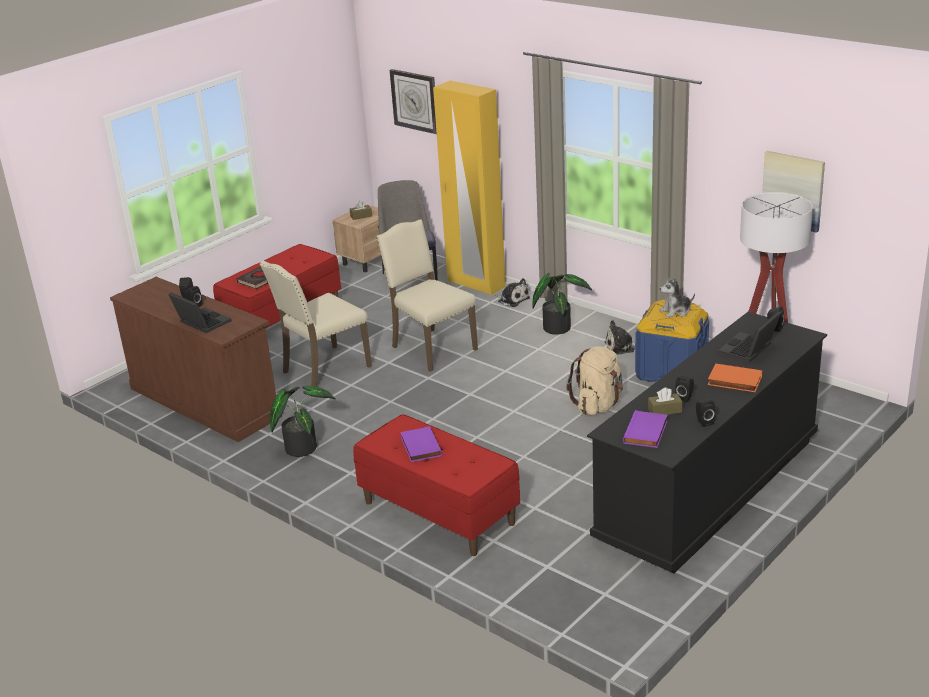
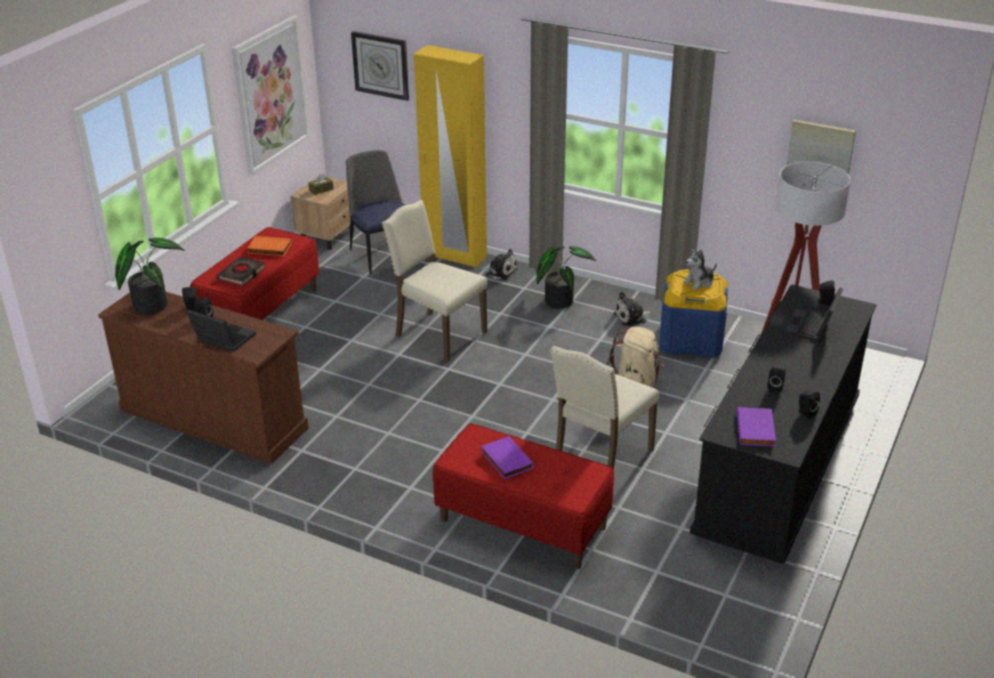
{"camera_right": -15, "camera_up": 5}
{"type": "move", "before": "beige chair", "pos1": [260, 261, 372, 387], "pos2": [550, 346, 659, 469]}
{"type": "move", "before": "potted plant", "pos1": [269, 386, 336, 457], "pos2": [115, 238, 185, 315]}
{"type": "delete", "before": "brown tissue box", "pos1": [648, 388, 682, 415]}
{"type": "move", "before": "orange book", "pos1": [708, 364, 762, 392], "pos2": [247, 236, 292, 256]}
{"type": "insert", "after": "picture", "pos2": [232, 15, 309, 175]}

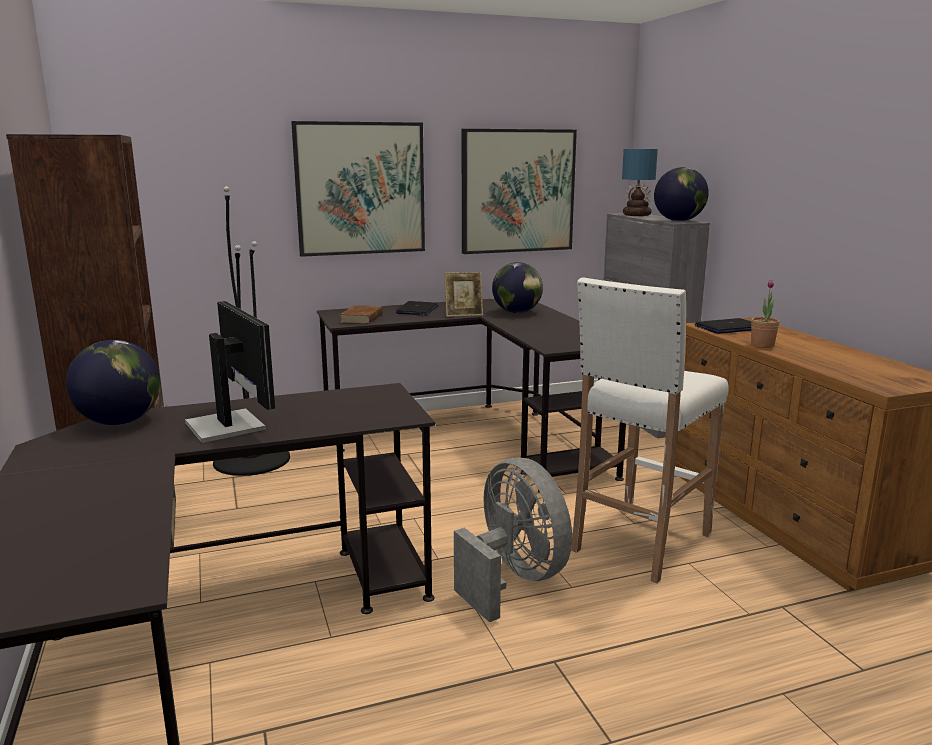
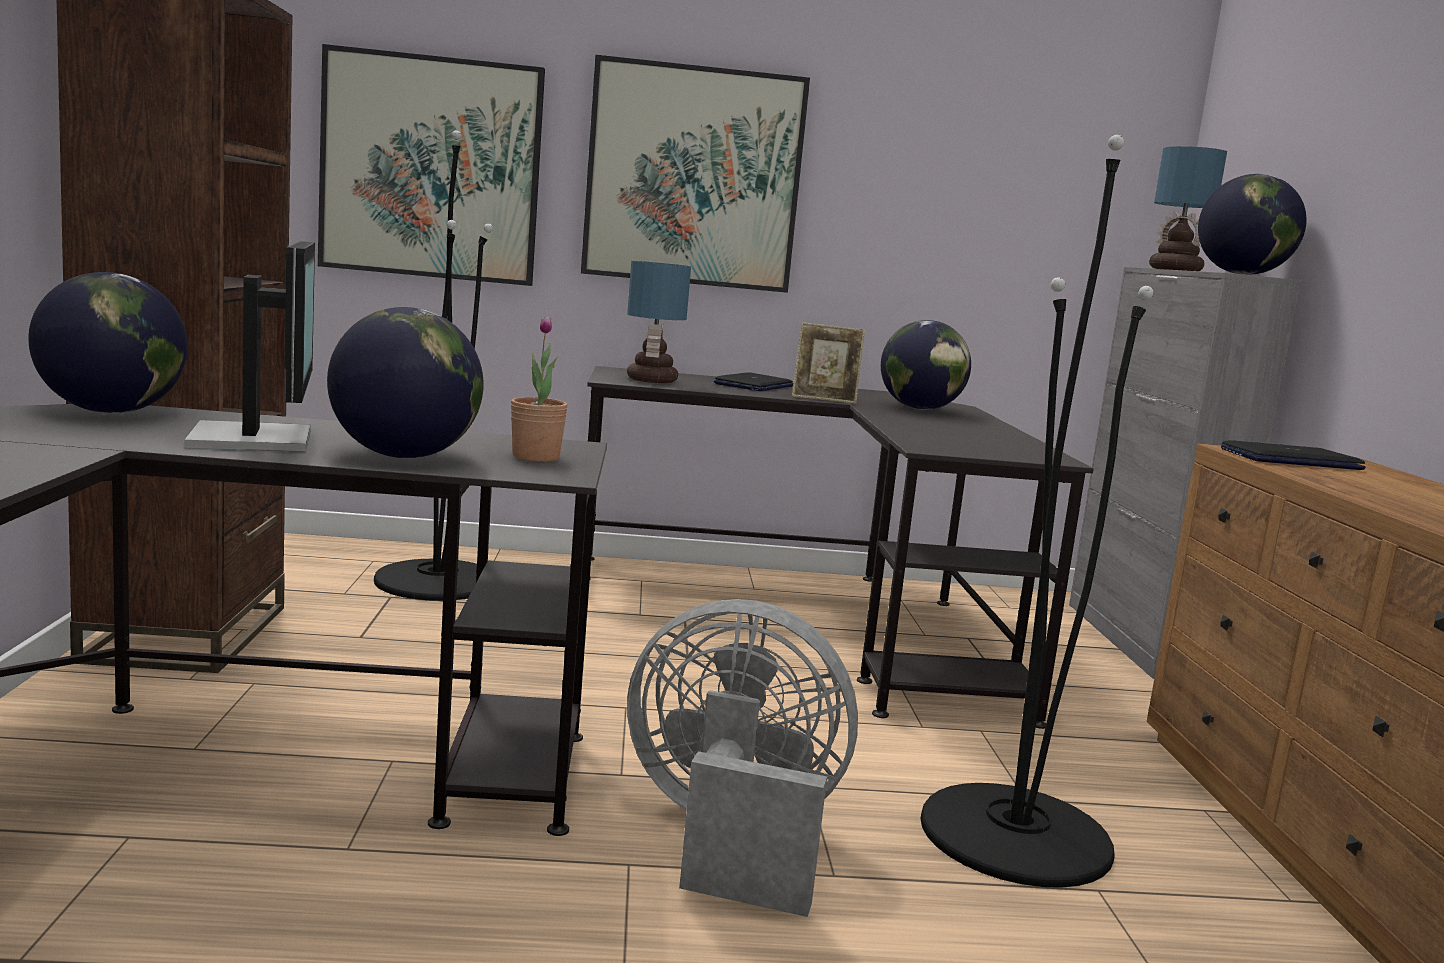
{"camera_right": 15, "camera_up": -5}
{"type": "replace", "before": "brown book", "after": "table lamp", "pos1": [339, 305, 383, 324], "pos2": [627, 261, 691, 383]}
{"type": "rotate", "before": "grey fan", "pos1": [454, 458, 572, 622], "pos2": [627, 599, 858, 917], "turn": -60}
{"type": "move", "before": "picture", "pos1": [462, 129, 577, 254], "pos2": [318, 44, 545, 286]}
{"type": "replace", "before": "white stool", "after": "black floor lamp", "pos1": [571, 277, 728, 583], "pos2": [921, 135, 1153, 888]}
{"type": "move", "before": "potted plant", "pos1": [751, 280, 780, 348], "pos2": [511, 316, 568, 462]}
{"type": "insert", "after": "globe", "pos2": [327, 307, 484, 458]}

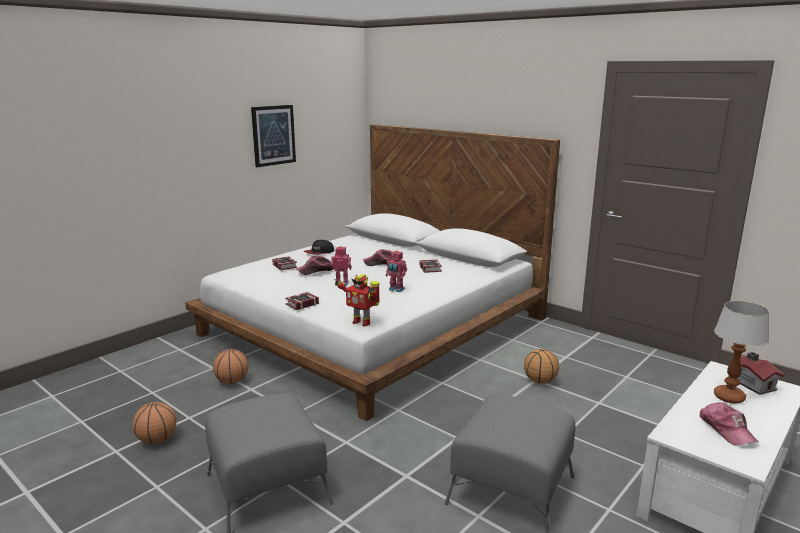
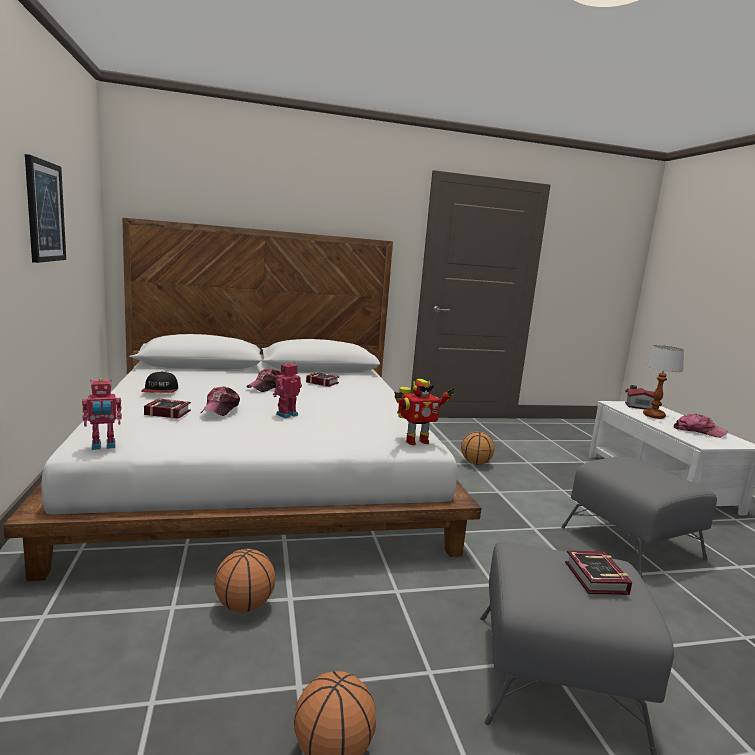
{"camera_right": -55, "camera_up": -5}
{"type": "move", "before": "book", "pos1": [285, 292, 319, 310], "pos2": [565, 551, 632, 595]}
{"type": "move", "before": "toy robot", "pos1": [385, 250, 407, 292], "pos2": [82, 378, 122, 450]}

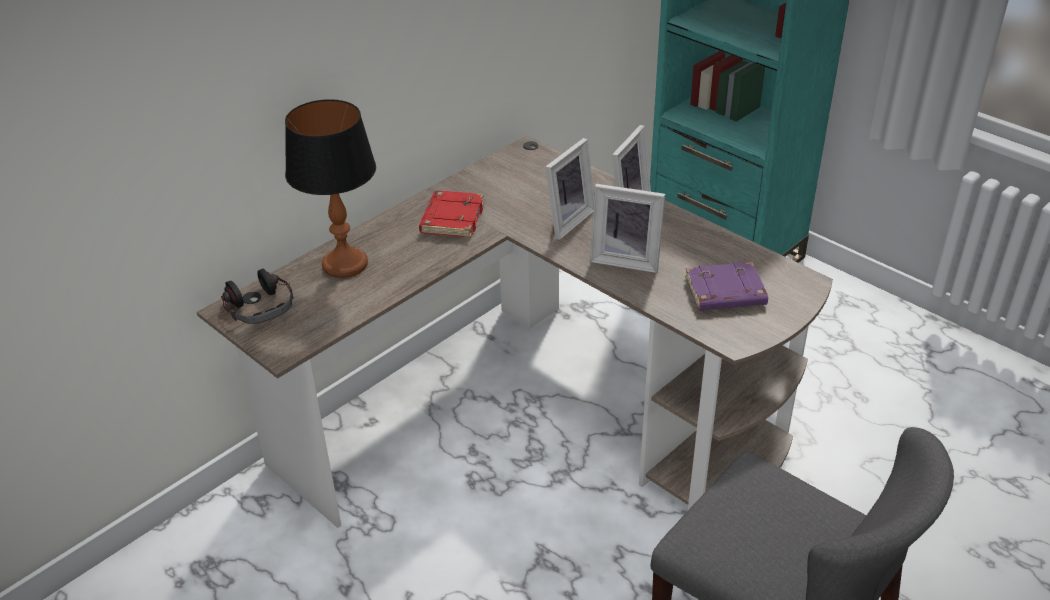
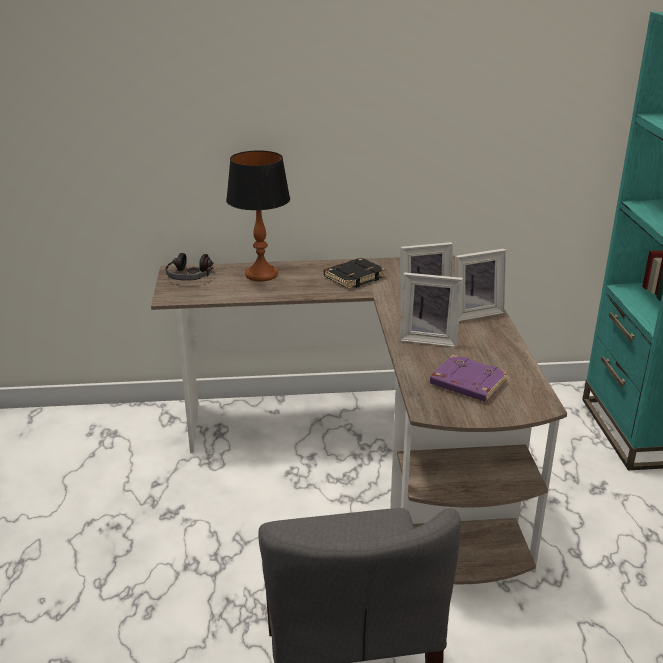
{"camera_right": 40, "camera_up": -10}
{"type": "recolor", "before": "red book", "after": "black book", "pos1": [419, 191, 484, 238], "pos2": [324, 258, 386, 289]}
{"type": "rotate", "before": "picture frame", "pos1": [590, 184, 665, 273], "pos2": [399, 272, 463, 347], "turn": -45}

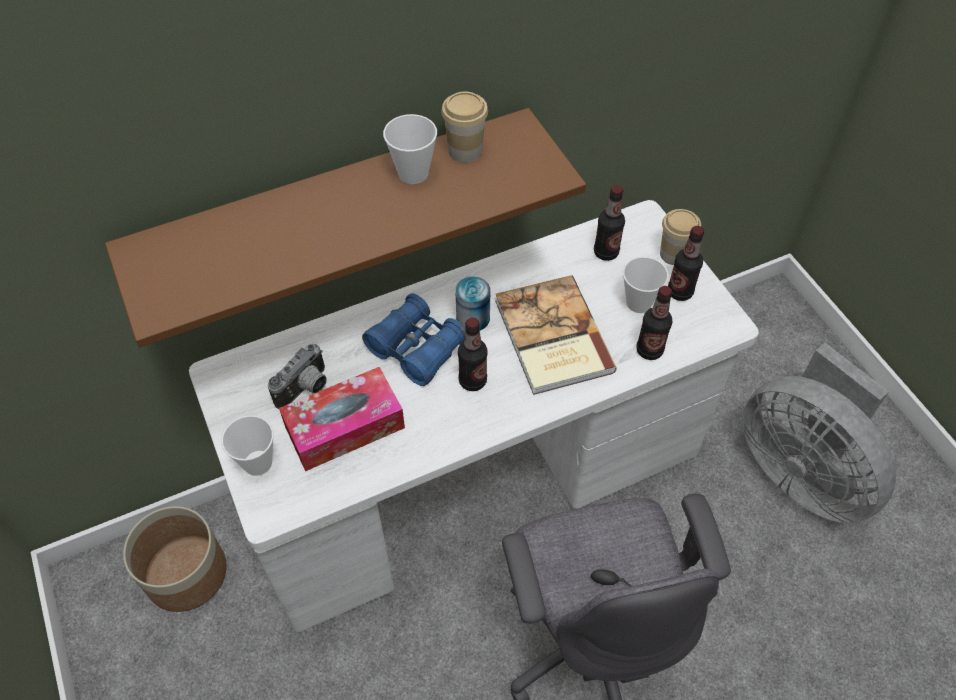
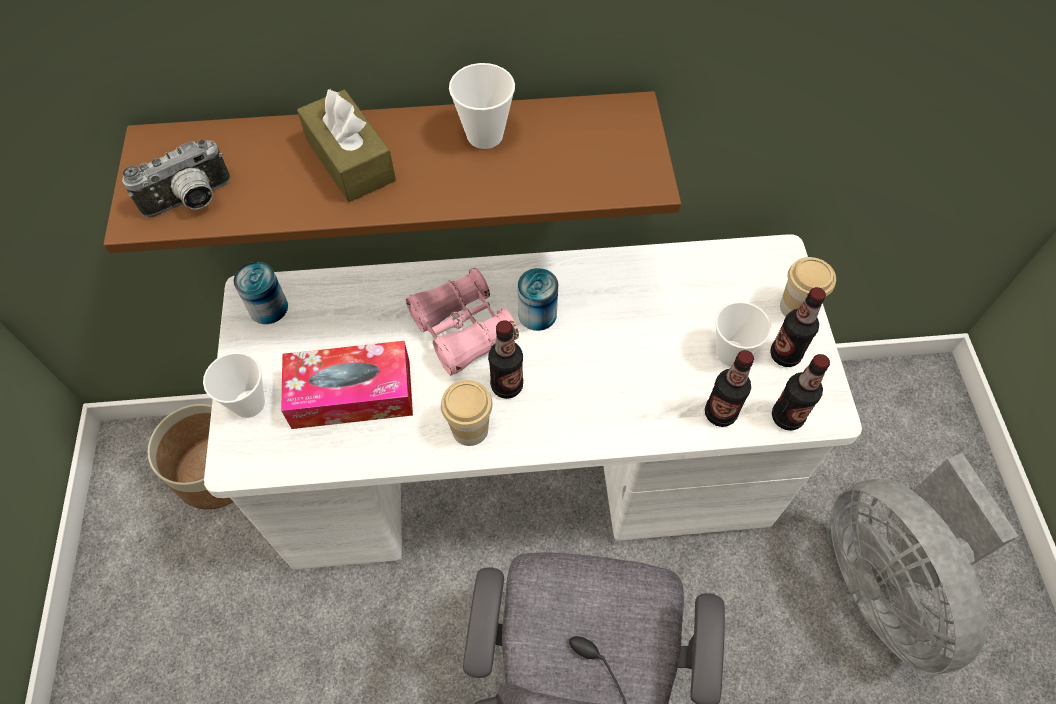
{"camera_right": 20, "camera_up": 5}
{"type": "move", "before": "photo camera", "pos1": [268, 344, 327, 409], "pos2": [122, 139, 230, 218]}
{"type": "recolor", "before": "blue binoculars", "after": "pink binoculars", "pos1": [362, 293, 466, 386], "pos2": [406, 268, 519, 375]}
{"type": "move", "before": "cup", "pos1": [441, 92, 488, 163], "pos2": [441, 380, 493, 446]}
{"type": "delete", "before": "book", "pos1": [495, 275, 617, 395]}
{"type": "move", "before": "bottle", "pos1": [594, 185, 625, 261], "pos2": [772, 354, 830, 431]}
{"type": "insert", "after": "can", "pos2": [233, 262, 288, 324]}
{"type": "insert", "after": "brown tissue box", "pos2": [297, 88, 396, 202]}

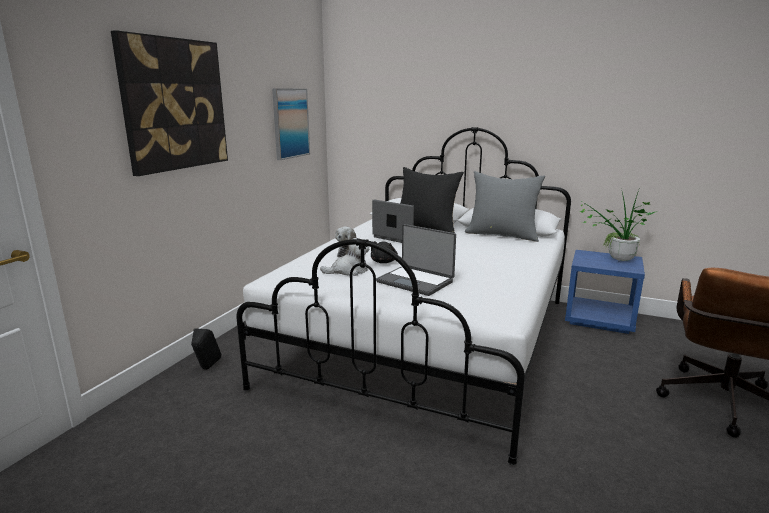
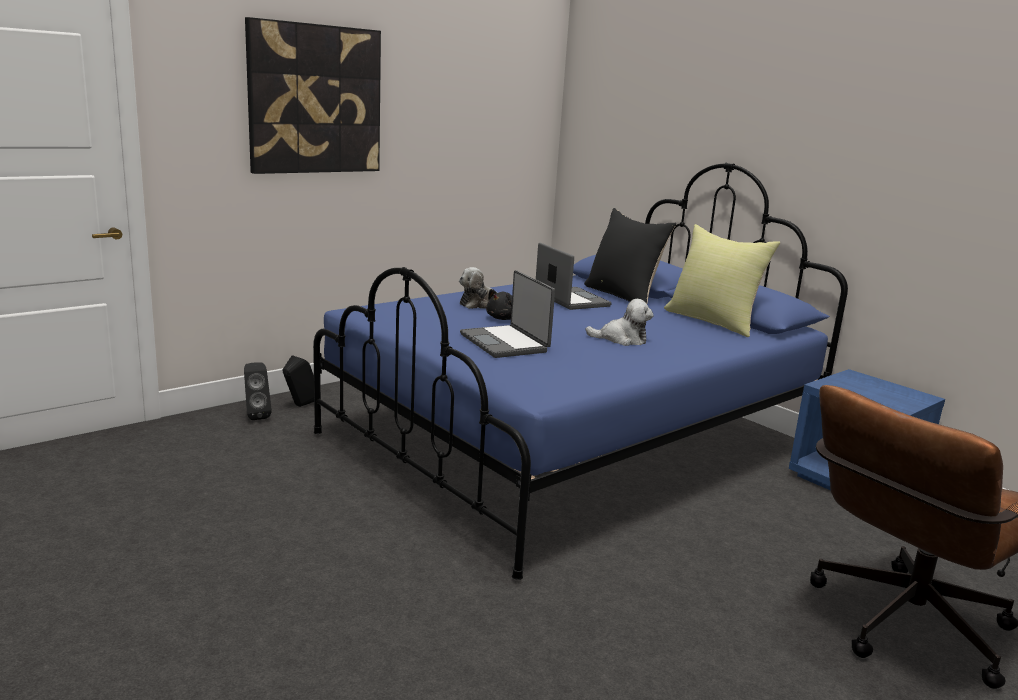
{"camera_right": 25, "camera_up": 0}
{"type": "recolor", "before": "white bed", "after": "blue bed", "pos1": [236, 127, 571, 465], "pos2": [313, 163, 848, 580]}
{"type": "delete", "before": "picture", "pos1": [272, 88, 310, 160]}
{"type": "move", "before": "plush toy", "pos1": [320, 238, 370, 276], "pos2": [585, 299, 654, 346]}
{"type": "recolor", "before": "grey pillow", "after": "yellow pillow", "pos1": [465, 171, 545, 242], "pos2": [664, 224, 780, 337]}
{"type": "delete", "before": "potted plant", "pos1": [579, 190, 657, 261]}
{"type": "insert", "after": "black speaker", "pos2": [244, 362, 272, 420]}

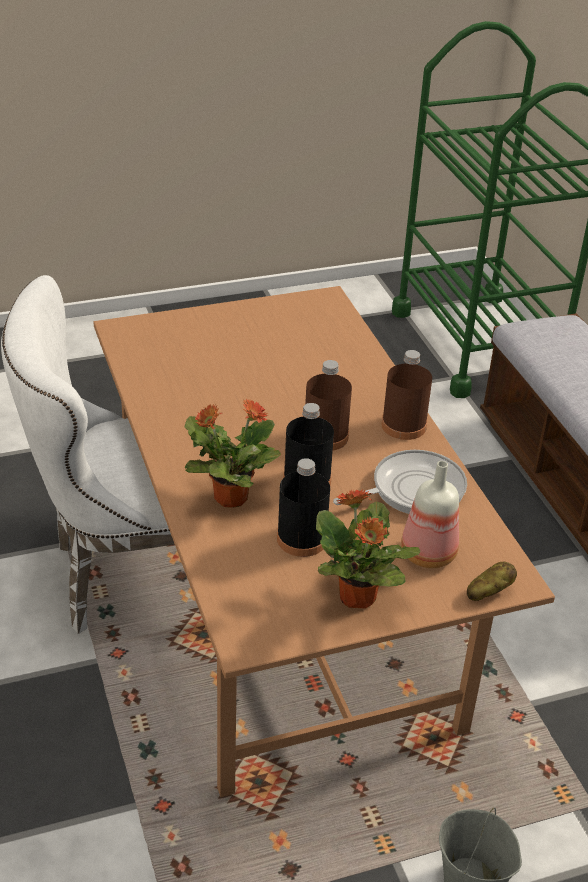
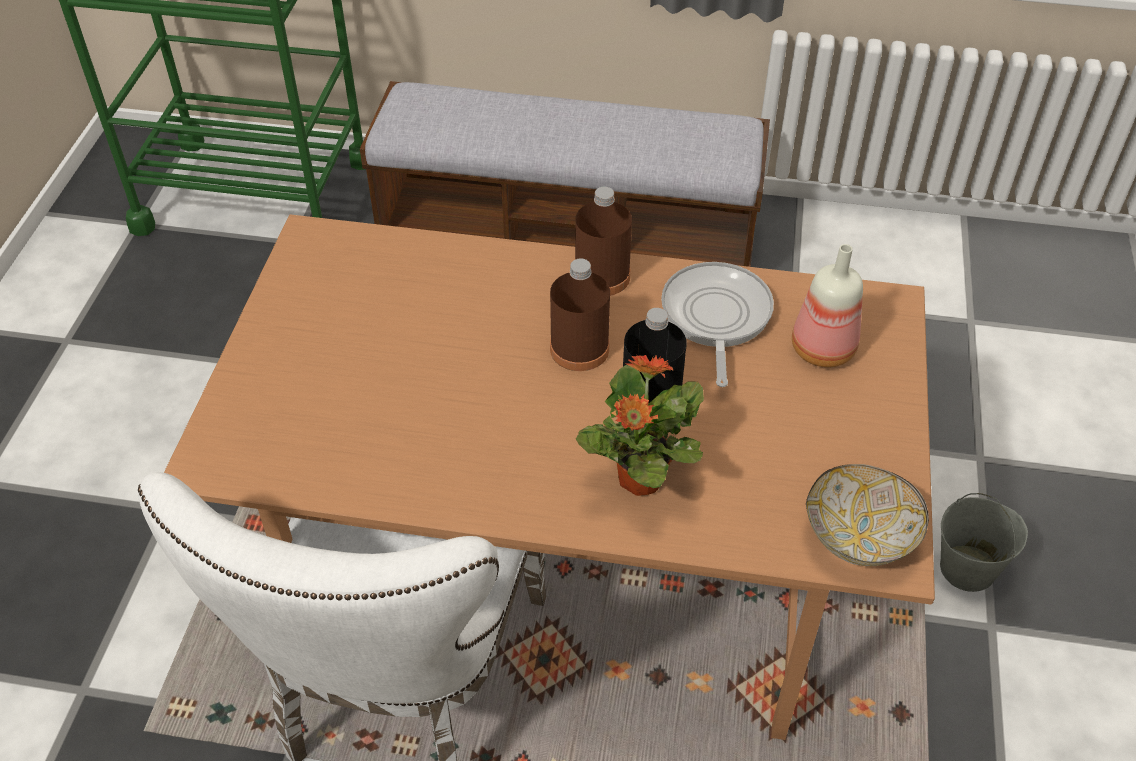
{"camera_right": -60, "camera_up": 10}
{"type": "delete", "before": "black bottle", "pos1": [277, 458, 330, 557]}
{"type": "delete", "before": "potted plant", "pos1": [316, 489, 420, 609]}
{"type": "delete", "before": "potato", "pos1": [467, 562, 517, 601]}
{"type": "insert", "after": "bowl", "pos2": [806, 464, 929, 566]}

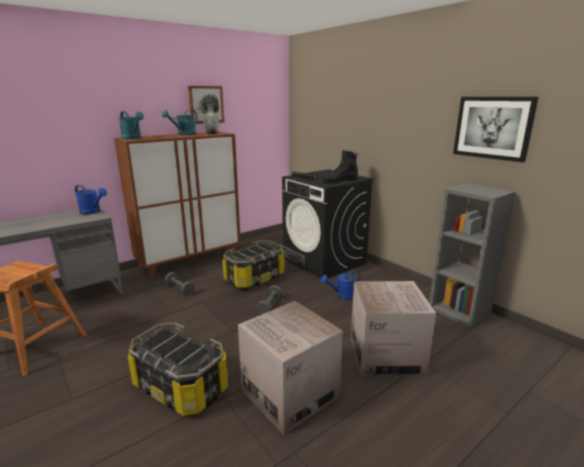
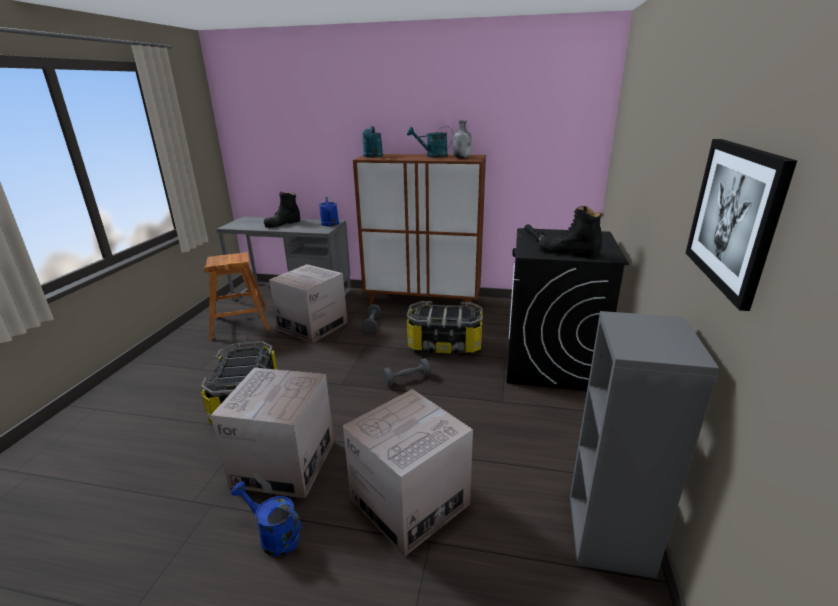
{"camera_right": 50, "camera_up": 5}
{"type": "delete", "before": "picture", "pos1": [188, 86, 224, 124]}
{"type": "move", "before": "blue watering can", "pos1": [321, 270, 361, 300], "pos2": [231, 481, 301, 557]}
{"type": "insert", "after": "black boot", "pos2": [264, 191, 300, 228]}
{"type": "insert", "after": "cardboard box", "pos2": [269, 264, 347, 343]}

